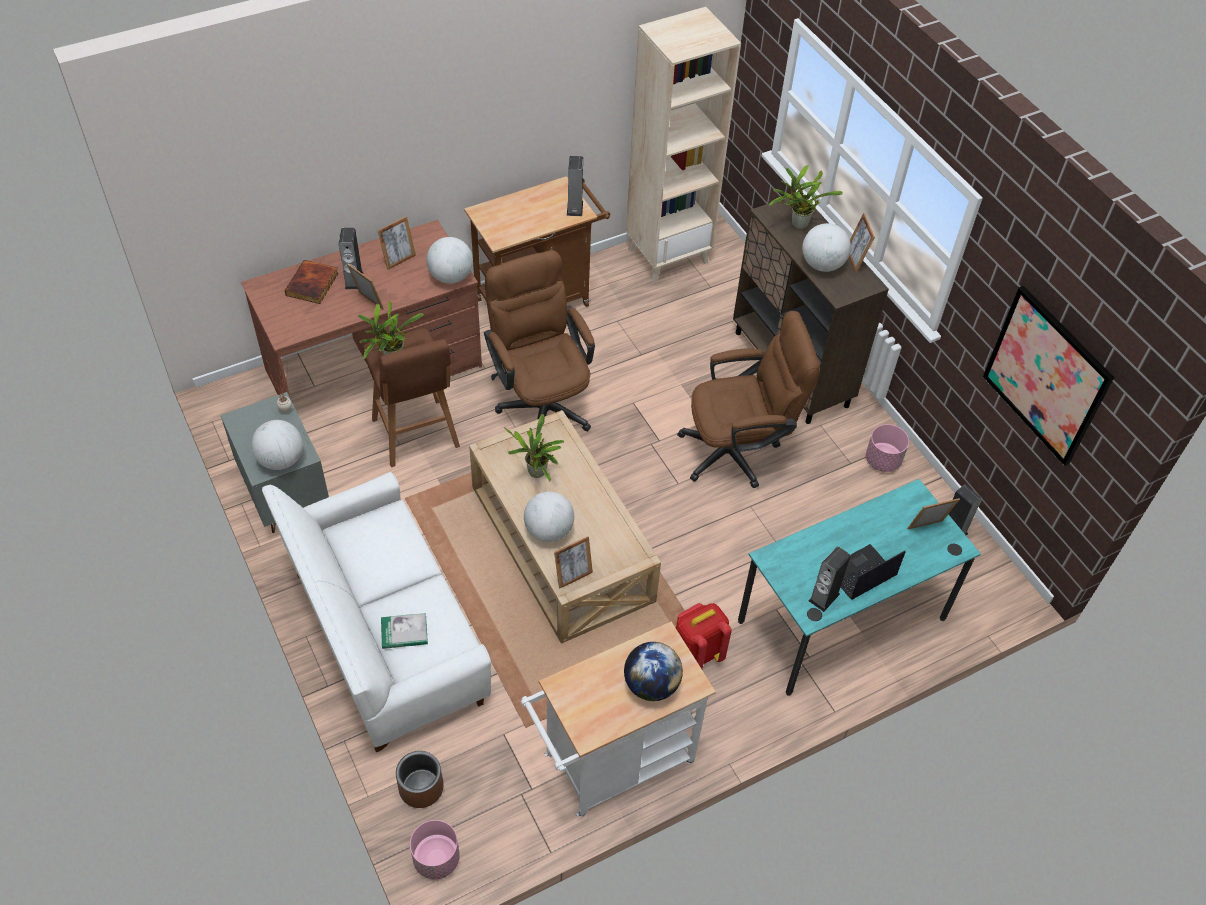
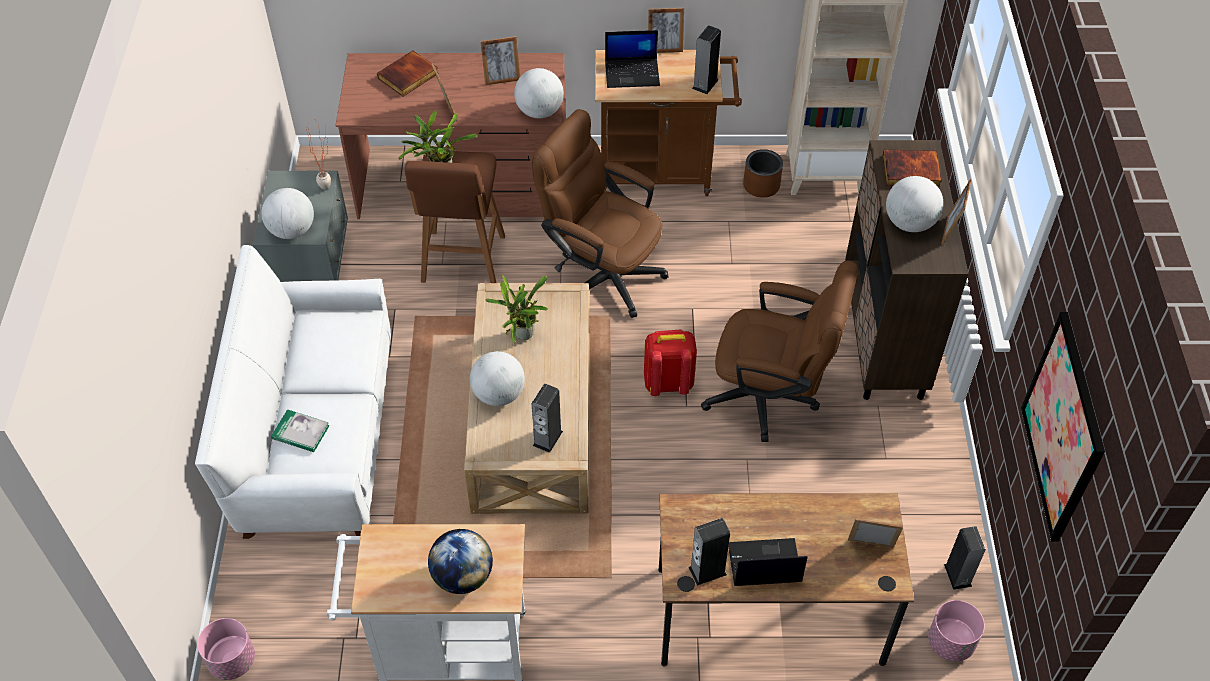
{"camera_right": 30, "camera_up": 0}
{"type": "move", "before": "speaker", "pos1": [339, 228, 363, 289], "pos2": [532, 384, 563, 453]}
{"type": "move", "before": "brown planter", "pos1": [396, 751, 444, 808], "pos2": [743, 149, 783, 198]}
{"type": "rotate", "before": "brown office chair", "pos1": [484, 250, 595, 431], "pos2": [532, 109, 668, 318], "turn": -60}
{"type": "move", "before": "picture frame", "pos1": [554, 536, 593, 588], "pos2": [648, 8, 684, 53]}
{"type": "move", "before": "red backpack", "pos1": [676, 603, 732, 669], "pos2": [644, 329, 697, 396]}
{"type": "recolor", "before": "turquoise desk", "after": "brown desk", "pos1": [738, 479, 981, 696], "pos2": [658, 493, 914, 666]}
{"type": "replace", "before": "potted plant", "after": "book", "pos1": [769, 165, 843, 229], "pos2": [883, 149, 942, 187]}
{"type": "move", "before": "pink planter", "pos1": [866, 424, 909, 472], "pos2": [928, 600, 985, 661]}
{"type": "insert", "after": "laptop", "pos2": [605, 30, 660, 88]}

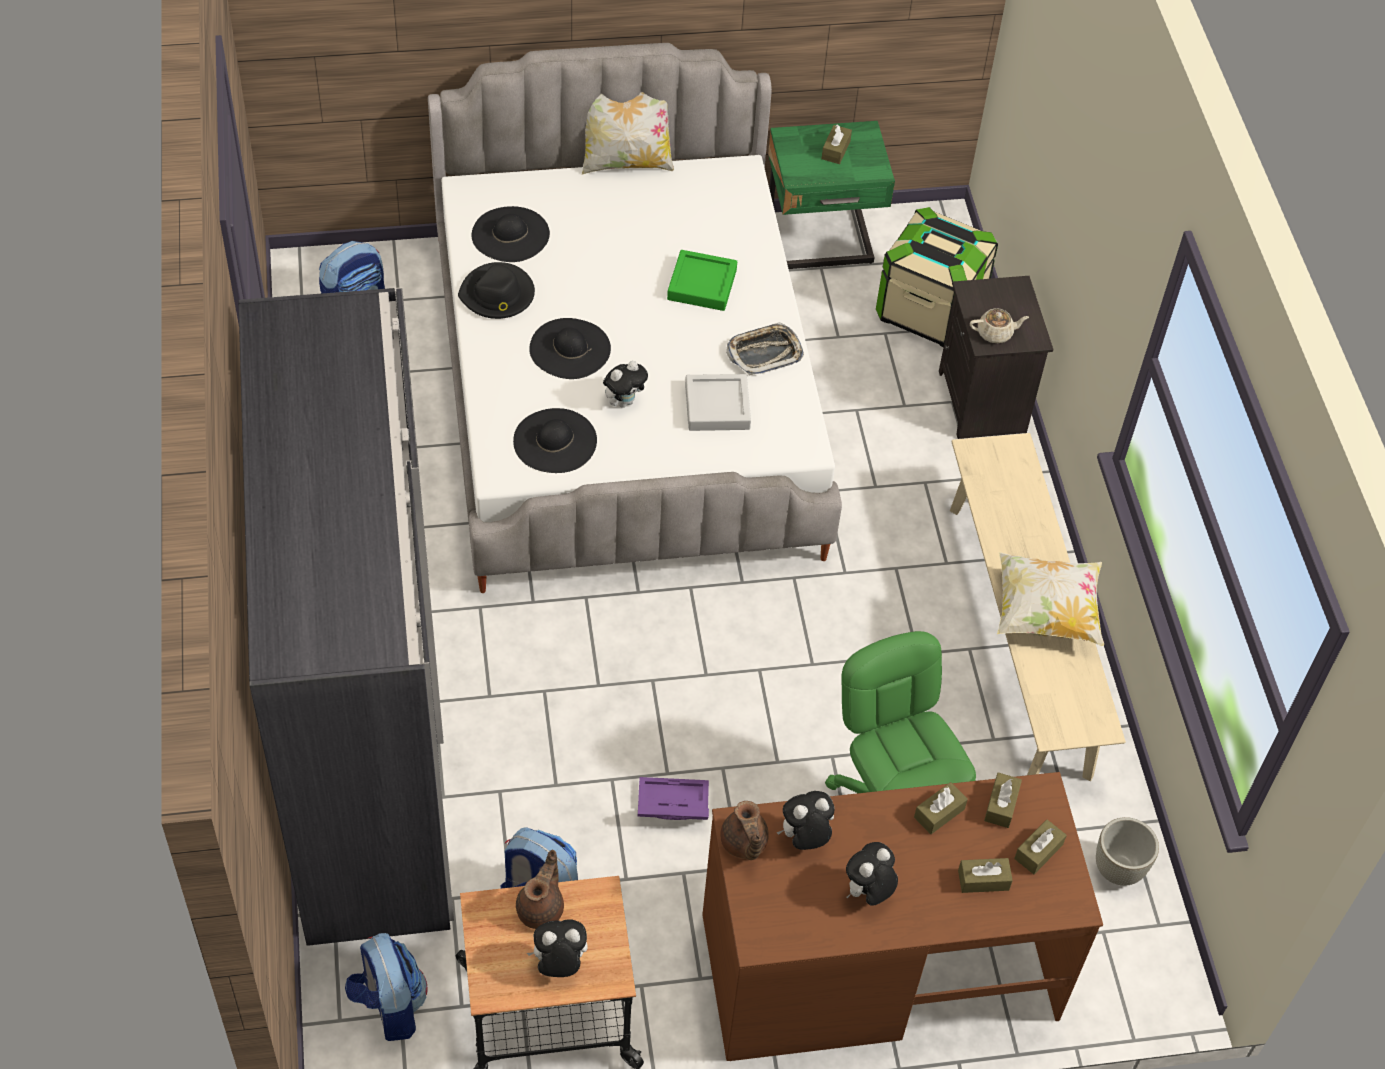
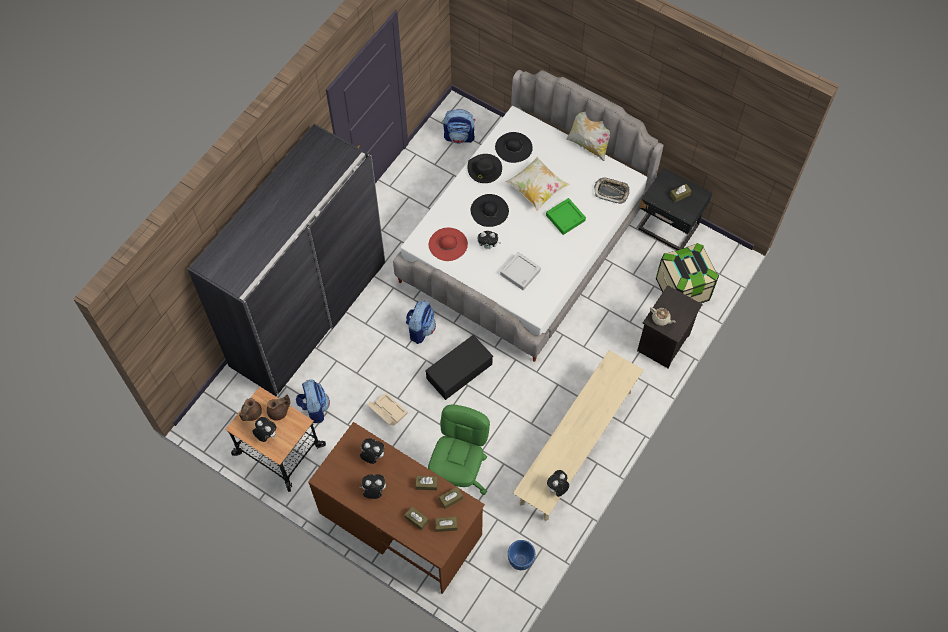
{"camera_right": 45, "camera_up": 10}
{"type": "move", "before": "backpack", "pos1": [345, 933, 428, 1041], "pos2": [406, 300, 436, 344]}
{"type": "recolor", "before": "black hat", "after": "red hat", "pos1": [513, 408, 597, 473], "pos2": [429, 228, 468, 261]}
{"type": "recolor", "before": "purple storage box", "after": "beige storage box", "pos1": [638, 777, 709, 820], "pos2": [368, 392, 408, 426]}
{"type": "move", "before": "brown teapot", "pos1": [720, 801, 769, 860], "pos2": [239, 398, 262, 421]}
{"type": "move", "before": "tray", "pos1": [726, 322, 804, 375], "pos2": [594, 178, 630, 204]}
{"type": "recolor", "before": "green nightstand", "after": "black nightstand", "pos1": [768, 121, 895, 269], "pos2": [638, 168, 712, 250]}
{"type": "move", "before": "pillow", "pos1": [997, 552, 1104, 646], "pos2": [505, 157, 570, 211]}
{"type": "recolor", "before": "grey planter", "after": "blue planter", "pos1": [1096, 817, 1159, 886], "pos2": [508, 540, 536, 570]}
{"type": "insert", "after": "black storage box", "pos2": [425, 335, 493, 400]}
{"type": "insert", "after": "plush toy", "pos2": [547, 470, 569, 497]}

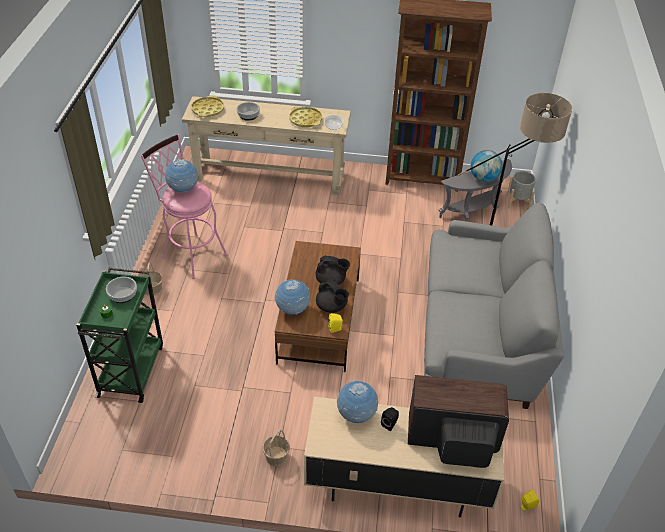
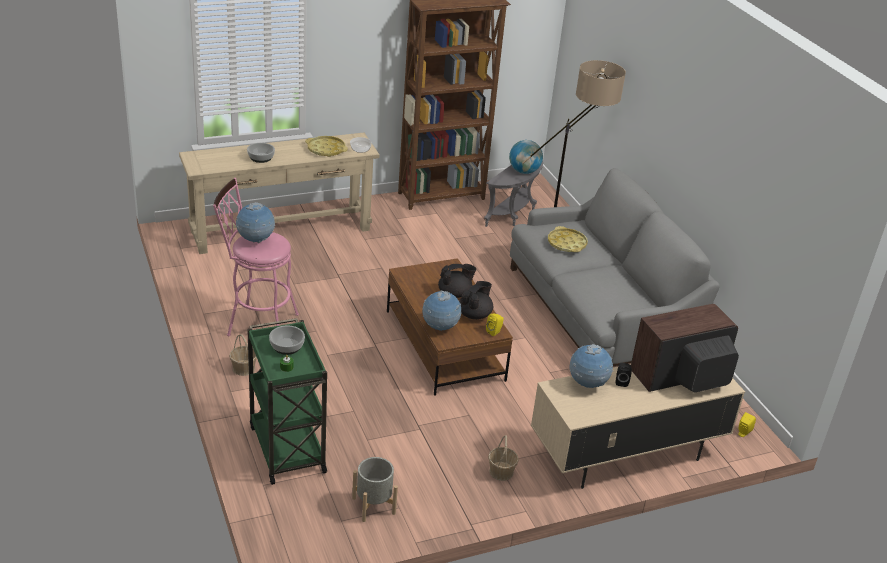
{"camera_right": -30, "camera_up": -10}
{"type": "move", "before": "yellow tray", "pos1": [191, 95, 224, 117], "pos2": [548, 226, 588, 252]}
{"type": "rotate", "before": "black teapot", "pos1": [316, 279, 349, 313], "pos2": [459, 281, 493, 320], "turn": -75}
{"type": "move", "before": "grey planter", "pos1": [507, 171, 536, 210], "pos2": [352, 457, 398, 522]}

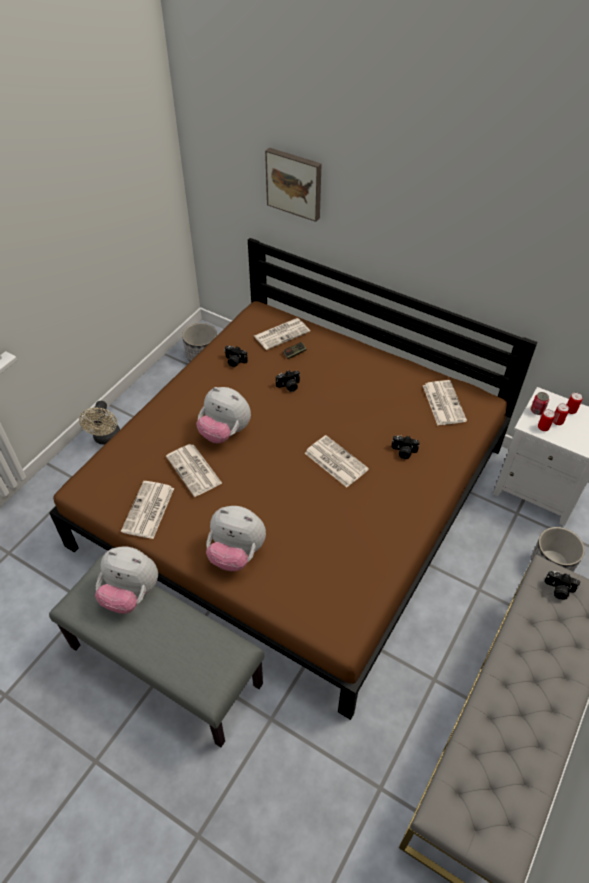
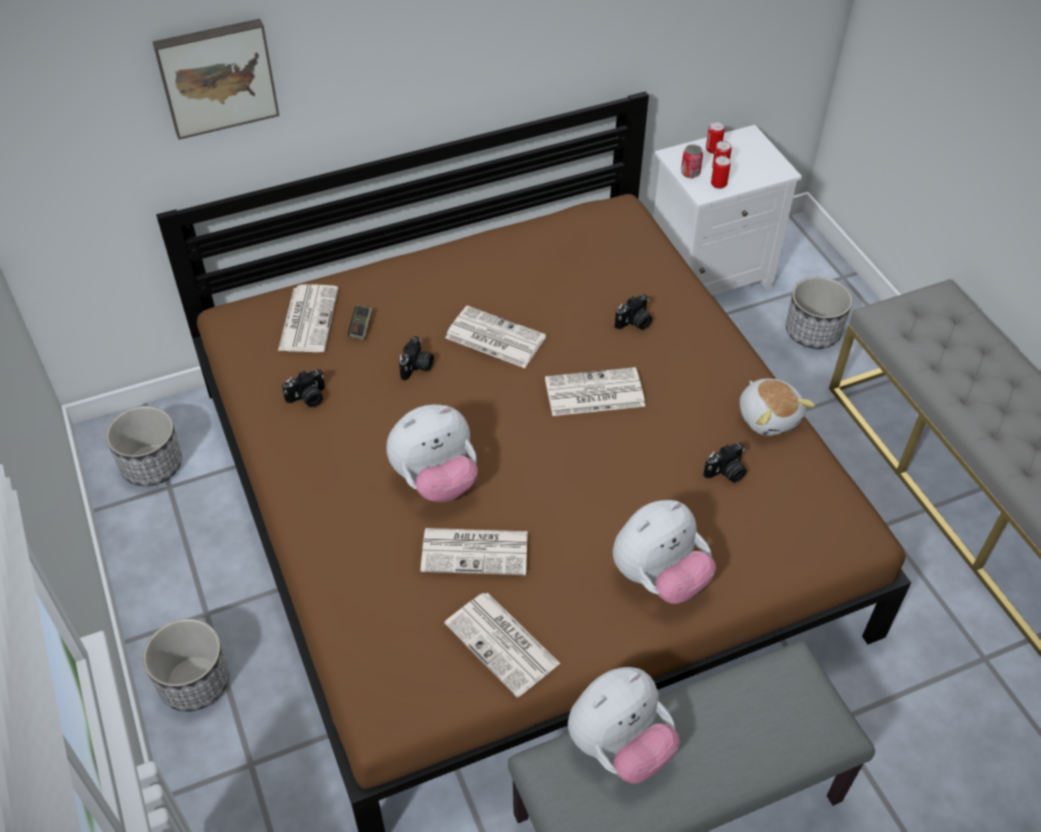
{"camera_right": -55, "camera_up": 0}
{"type": "replace", "before": "beige fan", "after": "planter", "pos1": [79, 401, 120, 445], "pos2": [143, 619, 229, 712]}
{"type": "move", "before": "newspaper", "pos1": [423, 380, 467, 425], "pos2": [445, 305, 546, 368]}
{"type": "move", "before": "photo camera", "pos1": [545, 571, 580, 600], "pos2": [703, 442, 747, 483]}
{"type": "insert", "after": "plush toy", "pos2": [740, 379, 815, 436]}

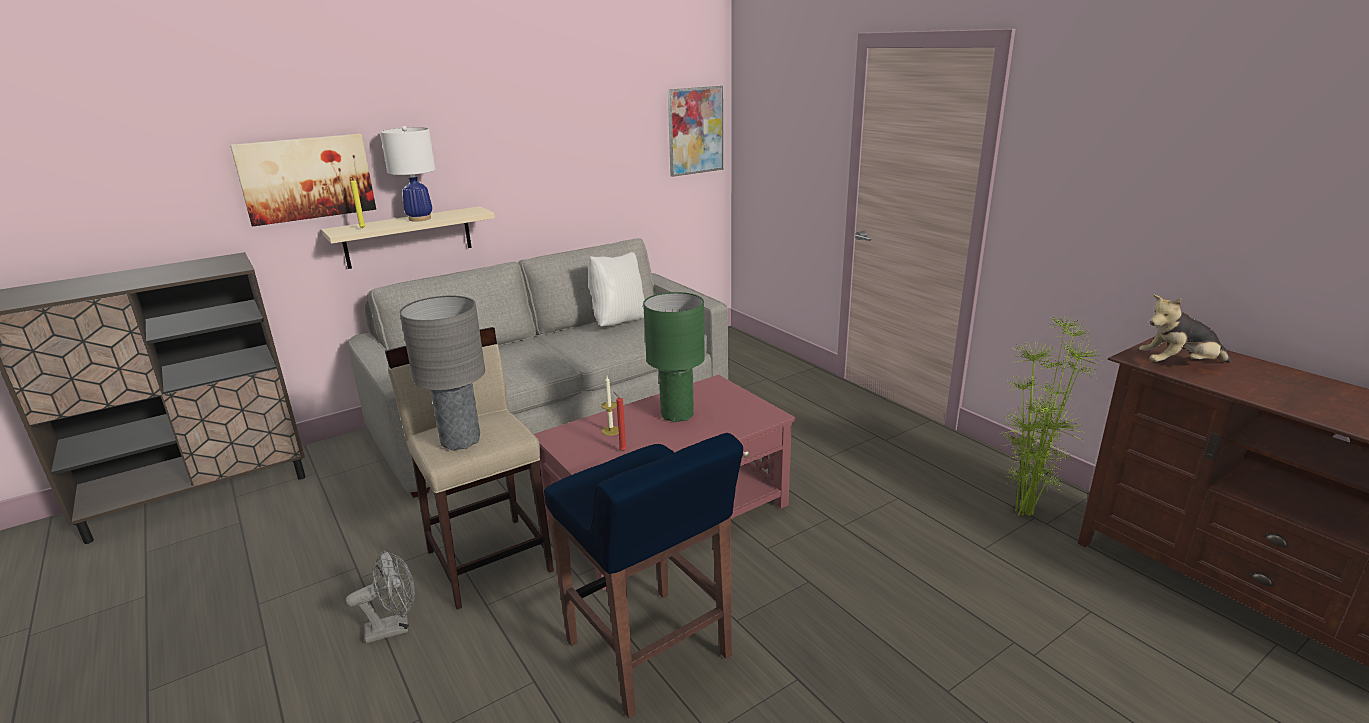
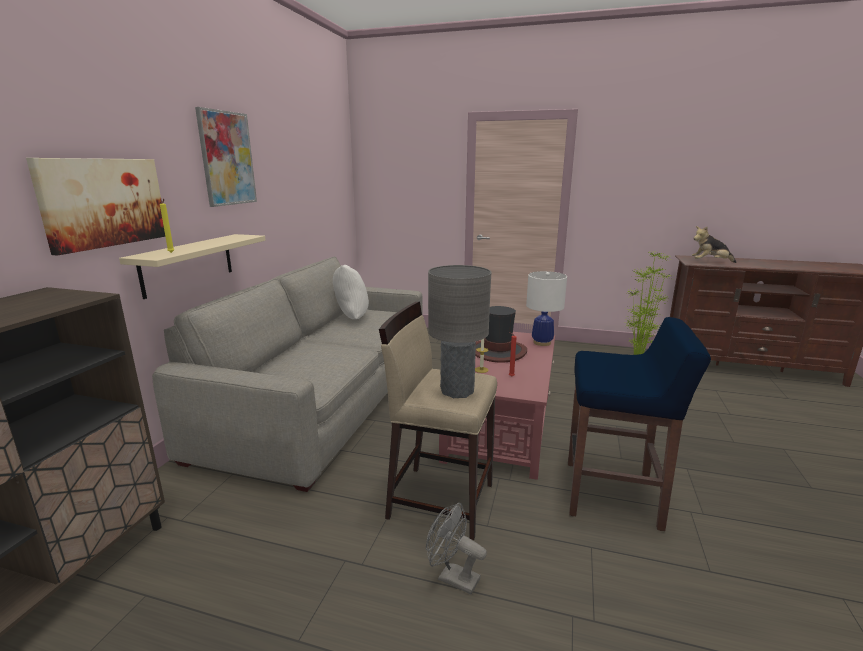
{"camera_right": -40, "camera_up": -5}
{"type": "rotate", "before": "grey fan", "pos1": [346, 550, 415, 643], "pos2": [426, 503, 487, 594], "turn": -90}
{"type": "move", "before": "white table lamp", "pos1": [380, 126, 436, 222], "pos2": [526, 271, 567, 346]}
{"type": "replace", "before": "green table lamp", "after": "hat", "pos1": [643, 292, 705, 422], "pos2": [475, 306, 527, 363]}
{"type": "move", "before": "picture", "pos1": [668, 86, 723, 177], "pos2": [195, 107, 257, 207]}
{"type": "rotate", "before": "plush toy", "pos1": [1139, 295, 1231, 363], "pos2": [691, 226, 736, 263], "turn": 45}

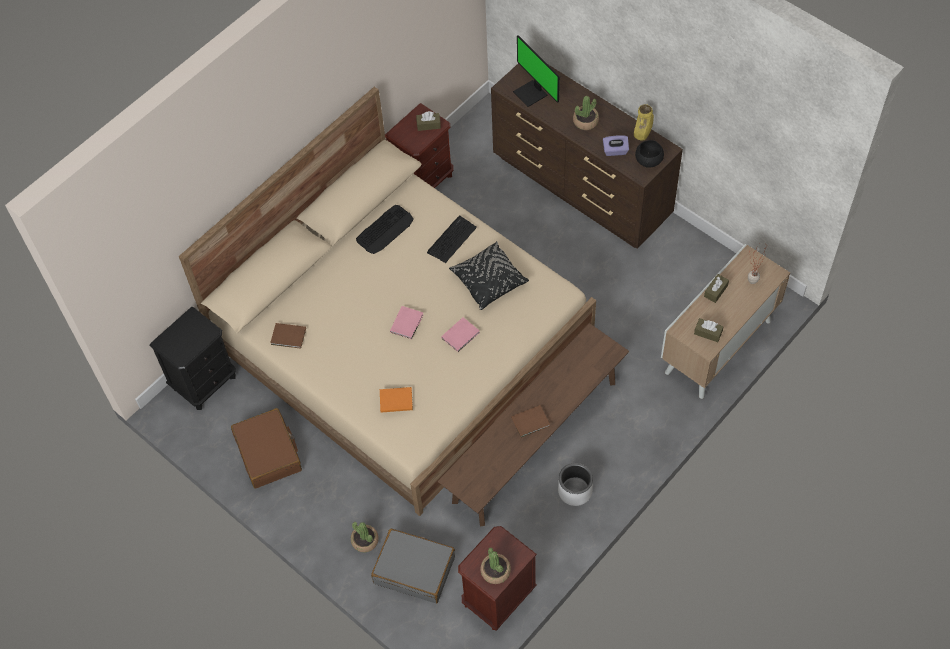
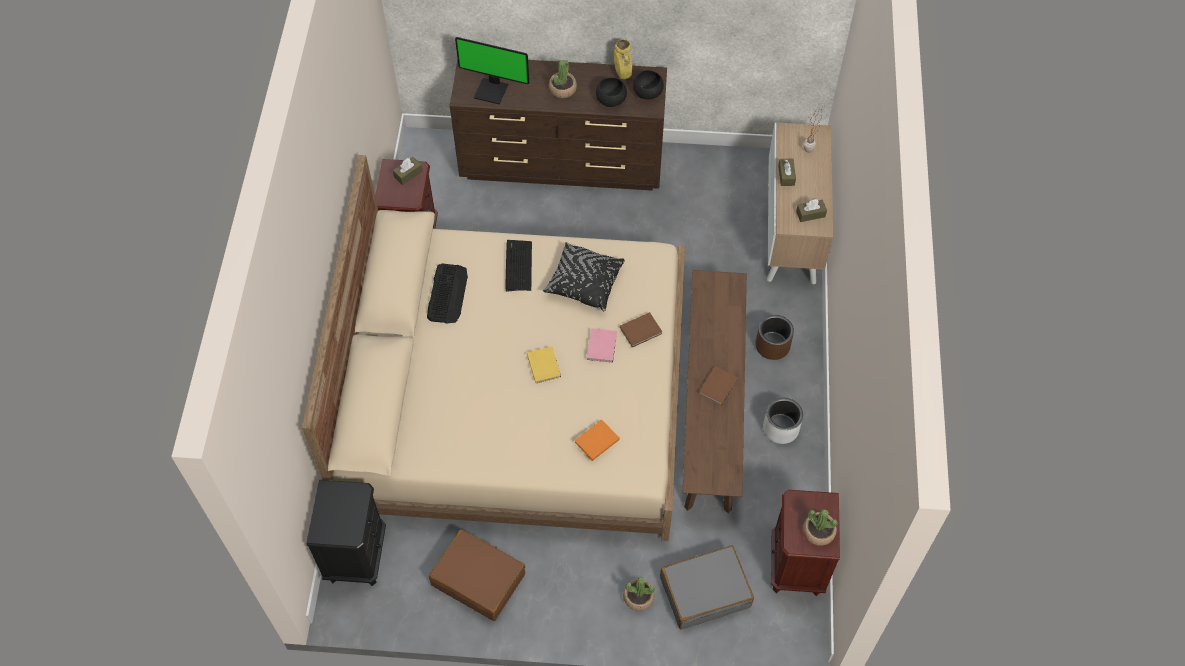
{"camera_right": -40, "camera_up": 0}
{"type": "move", "before": "brown book", "pos1": [270, 323, 306, 349], "pos2": [620, 312, 662, 347]}
{"type": "recolor", "before": "pink book", "after": "yellow book", "pos1": [390, 306, 424, 339], "pos2": [527, 346, 561, 383]}
{"type": "replace", "before": "purple tissue box", "after": "black bowl", "pos1": [603, 135, 629, 156], "pos2": [596, 78, 627, 107]}
{"type": "insert", "after": "brown planter", "pos2": [755, 315, 794, 360]}

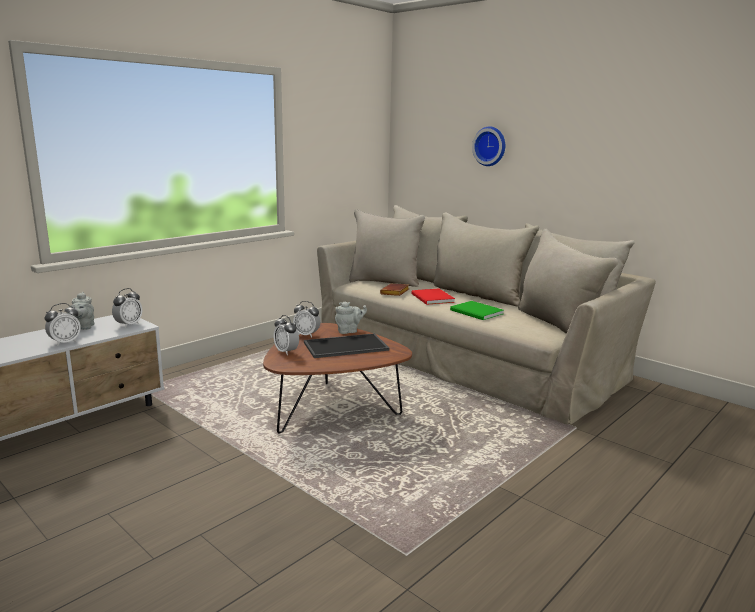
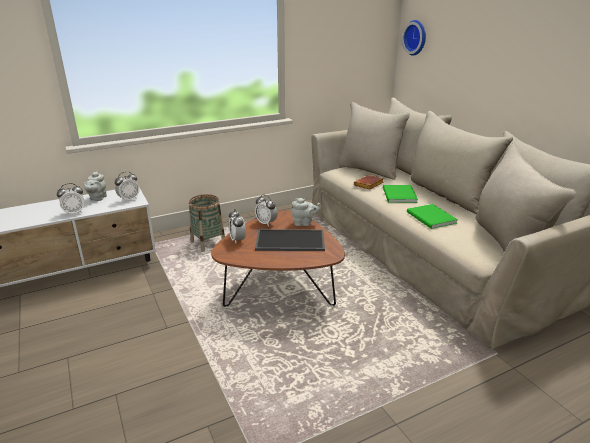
{"camera_right": 20, "camera_up": 10}
{"type": "recolor", "before": "red book", "after": "green book", "pos1": [411, 289, 455, 305], "pos2": [383, 185, 418, 203]}
{"type": "move", "before": "wall clock", "pos1": [472, 126, 505, 166], "pos2": [402, 20, 426, 56]}
{"type": "insert", "after": "basket", "pos2": [189, 194, 225, 252]}

